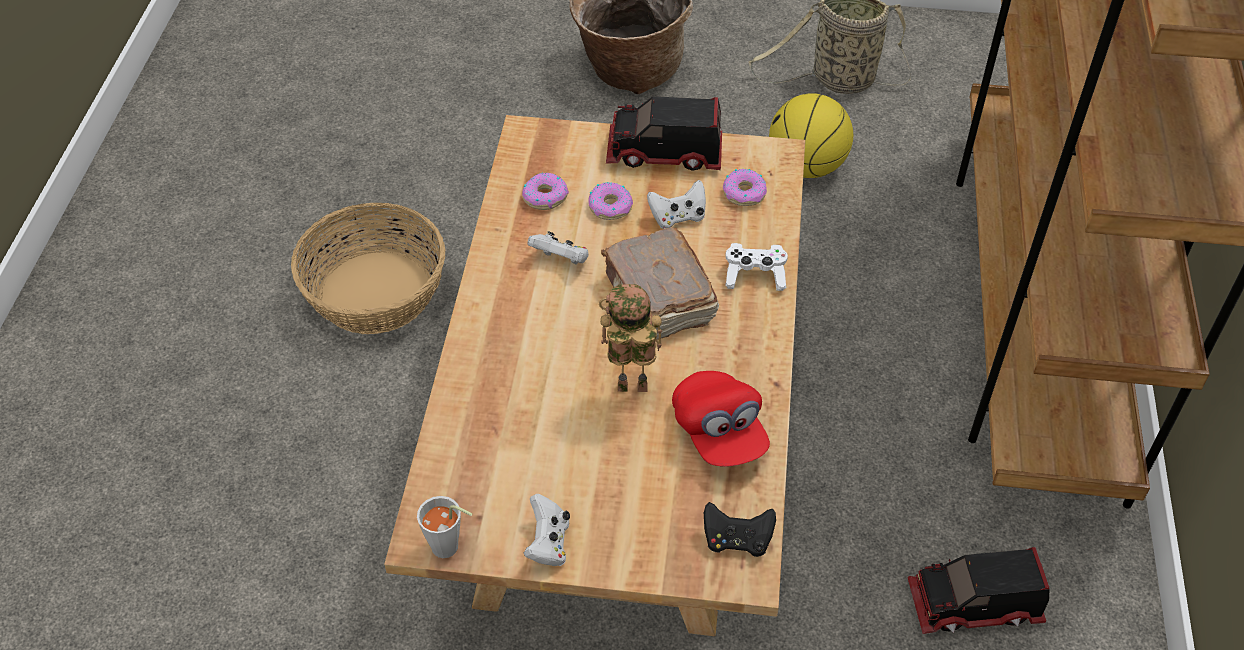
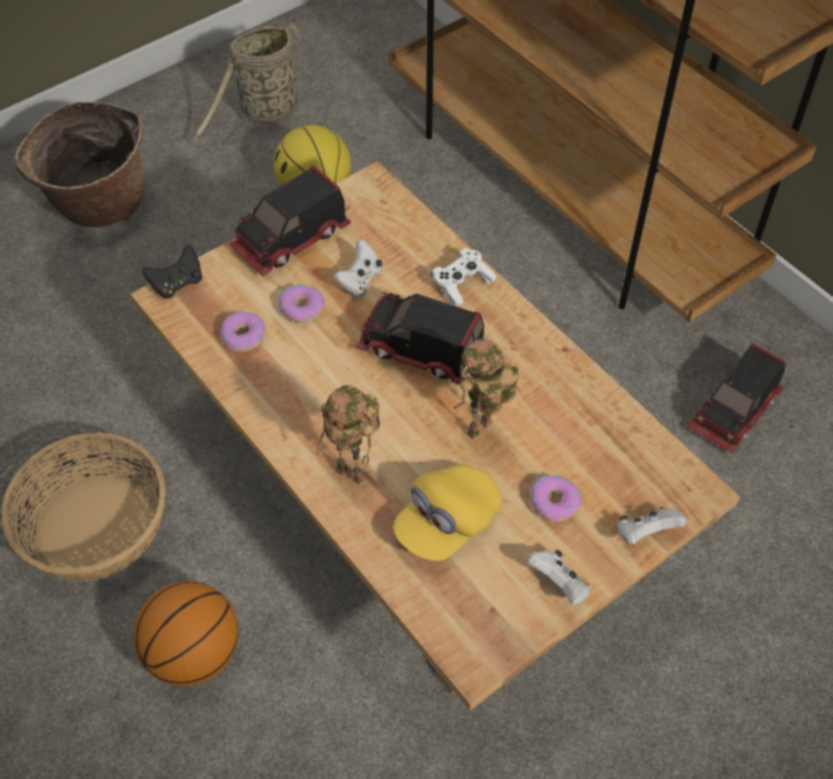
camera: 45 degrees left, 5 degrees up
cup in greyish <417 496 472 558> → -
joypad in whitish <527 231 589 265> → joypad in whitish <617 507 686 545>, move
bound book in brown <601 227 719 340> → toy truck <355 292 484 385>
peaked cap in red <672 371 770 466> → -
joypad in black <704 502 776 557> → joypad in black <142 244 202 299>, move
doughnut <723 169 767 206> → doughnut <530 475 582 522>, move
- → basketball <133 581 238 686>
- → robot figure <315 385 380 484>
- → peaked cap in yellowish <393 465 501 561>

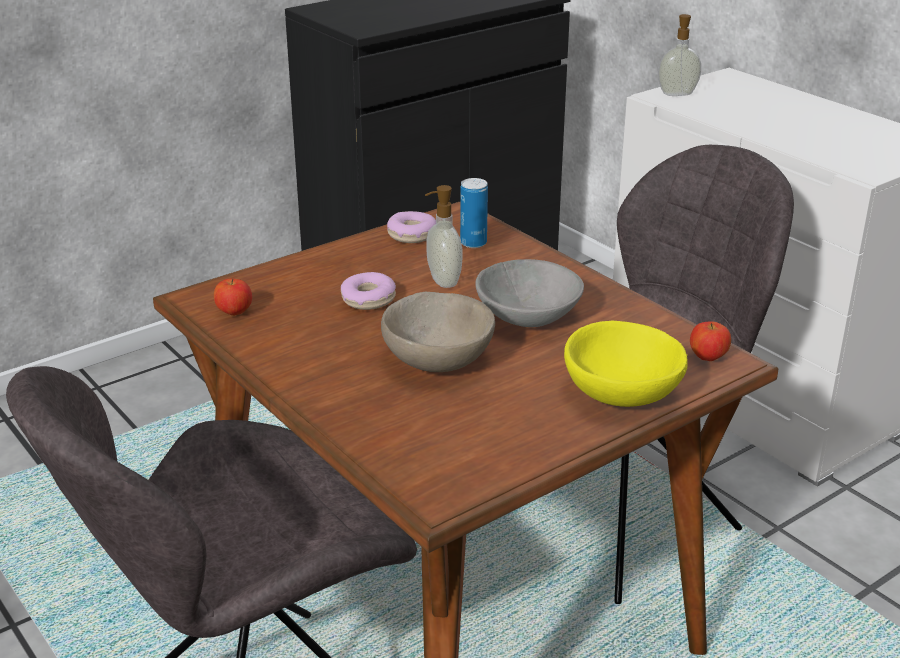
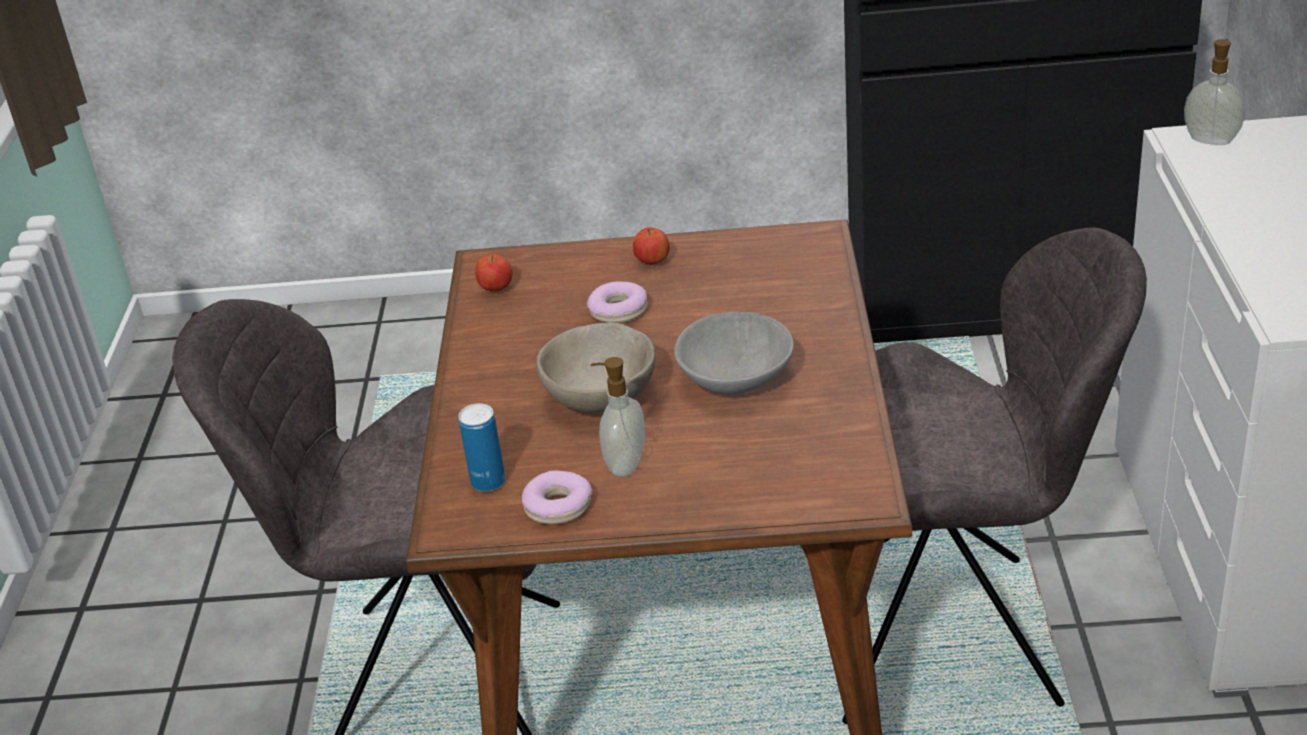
camera: 40 degrees right, 5 degrees up
doughnut <387 211 436 243> → doughnut <522 470 593 525>, move
soap dispenser <425 185 462 288> → soap dispenser <591 357 645 477>, move
can <460 178 488 248> → can <458 403 506 492>, move
deep dish in yellowish <564 321 688 407> → -
apple fruit <690 321 731 361> → apple fruit <633 227 670 265>, move

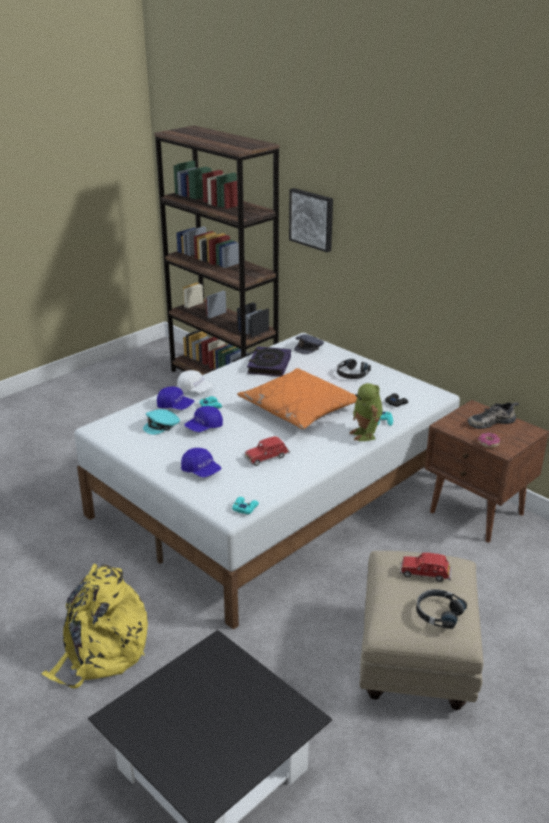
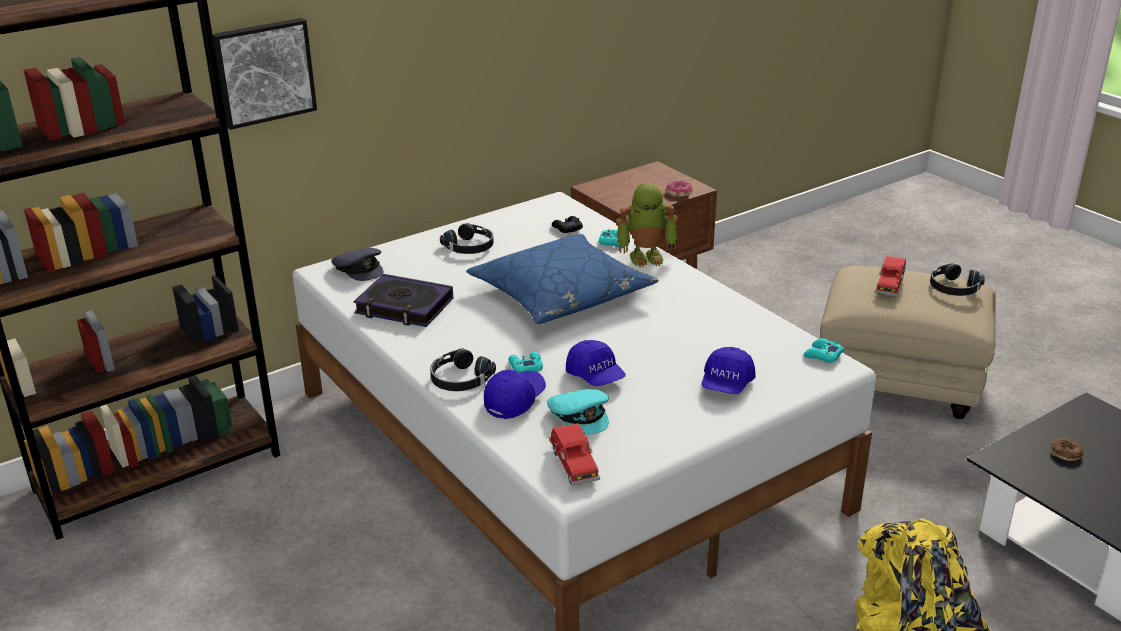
camera: 80 degrees left, 0 degrees up
peaked cap in whitish <177 370 213 393> → headphones in black <430 348 496 391>
peaked cap in bluish <181 448 222 478> → peaked cap in bluish <702 347 756 394>, 150 degrees clockwise
throw pillow in orange <237 368 357 429> → throw pillow in bluish <466 234 658 324>
toy car in red <244 436 290 466> → toy car in red <549 423 600 486>, move
low shoe <468 402 519 429> → -
- → doughnut <1051 438 1083 461>

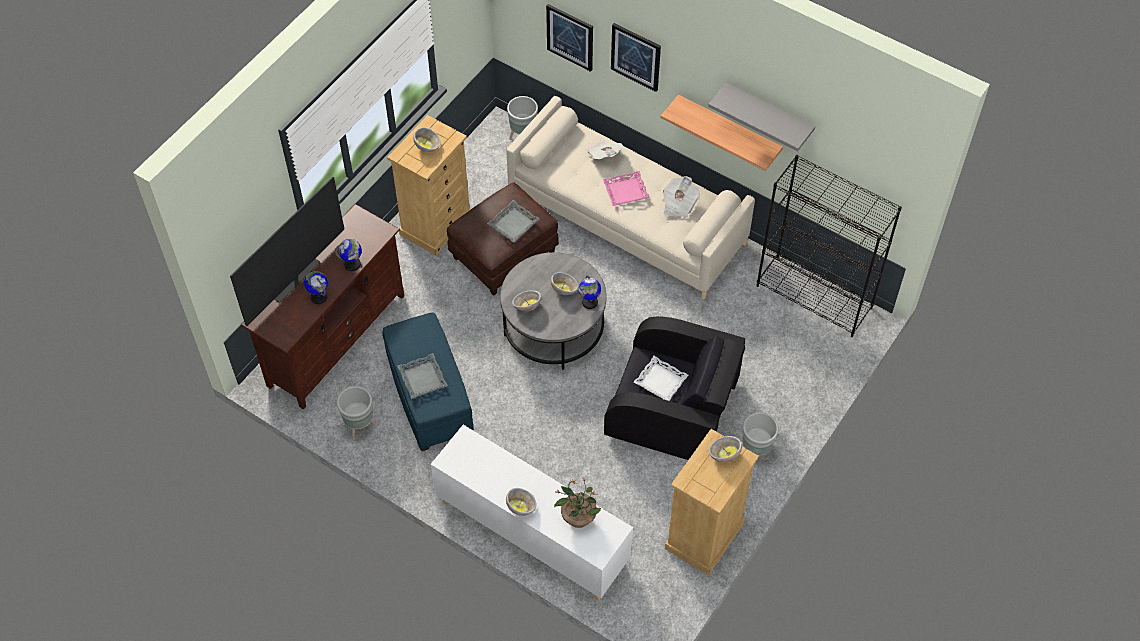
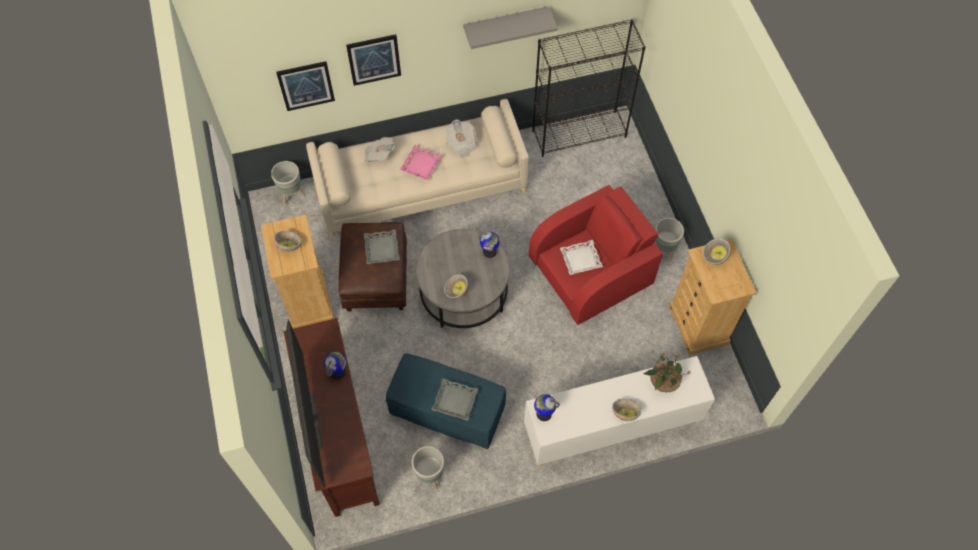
camera: 50 degrees left, 5 degrees up
globe <304 271 328 304> → globe <534 394 560 421>, move
deep dish <551 272 578 295> → -
armchair in black <604 316 745 460> → armchair in red <529 185 663 325>
shelf <660 94 783 171> → -

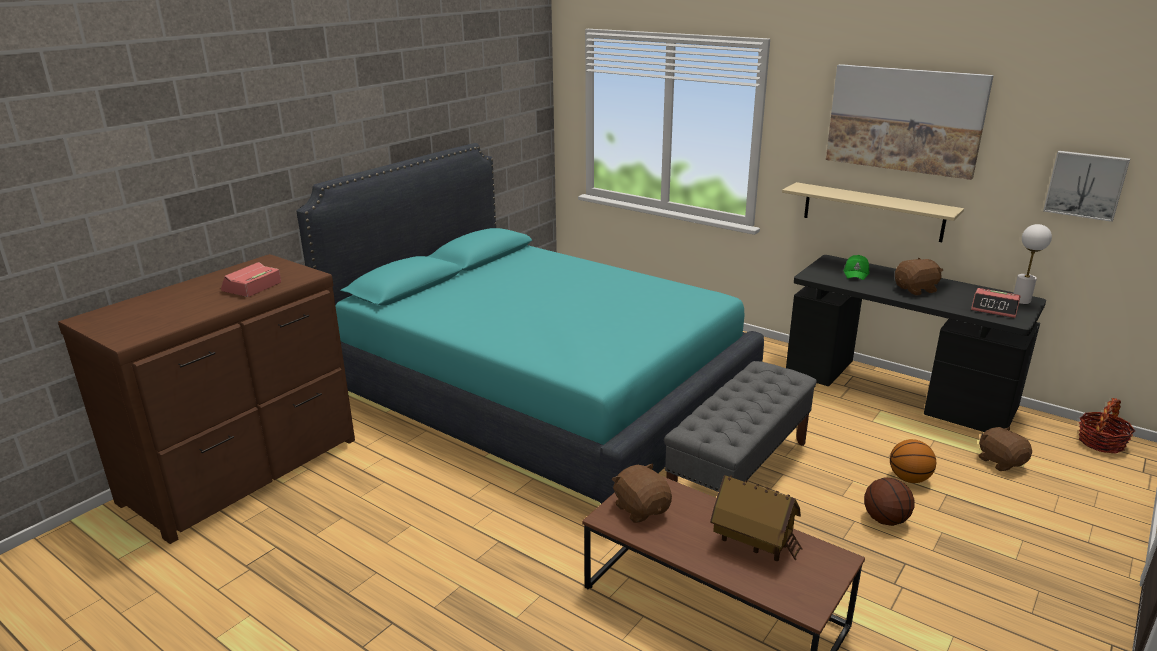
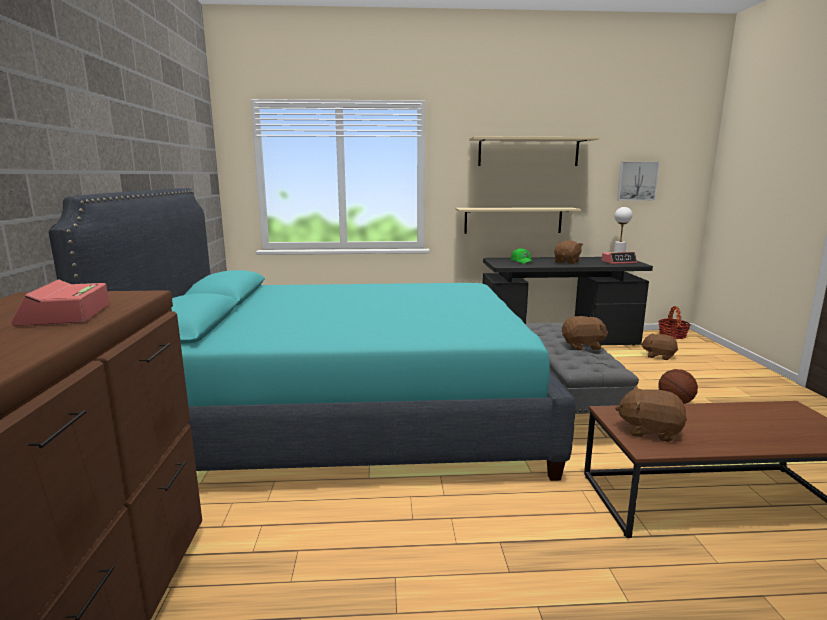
camera: 40 degrees left, 10 degrees down
miniature house <710 475 802 561> → -
wall art <826 64 994 180> → shelf in sand-coloured <469 137 599 166>
basketball <890 439 936 483> → -
- → plush toy in brown <562 316 608 350>

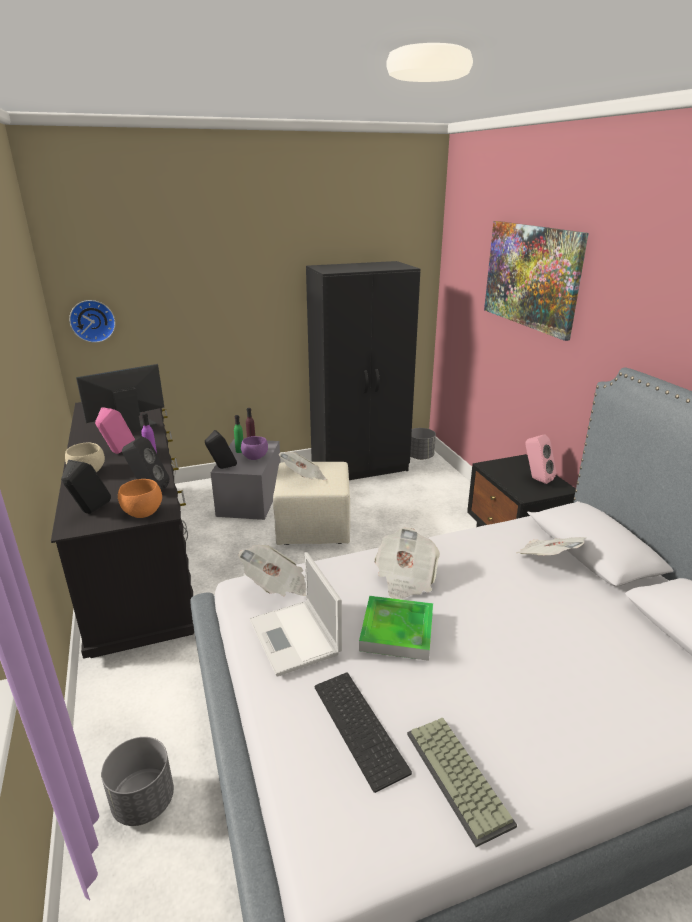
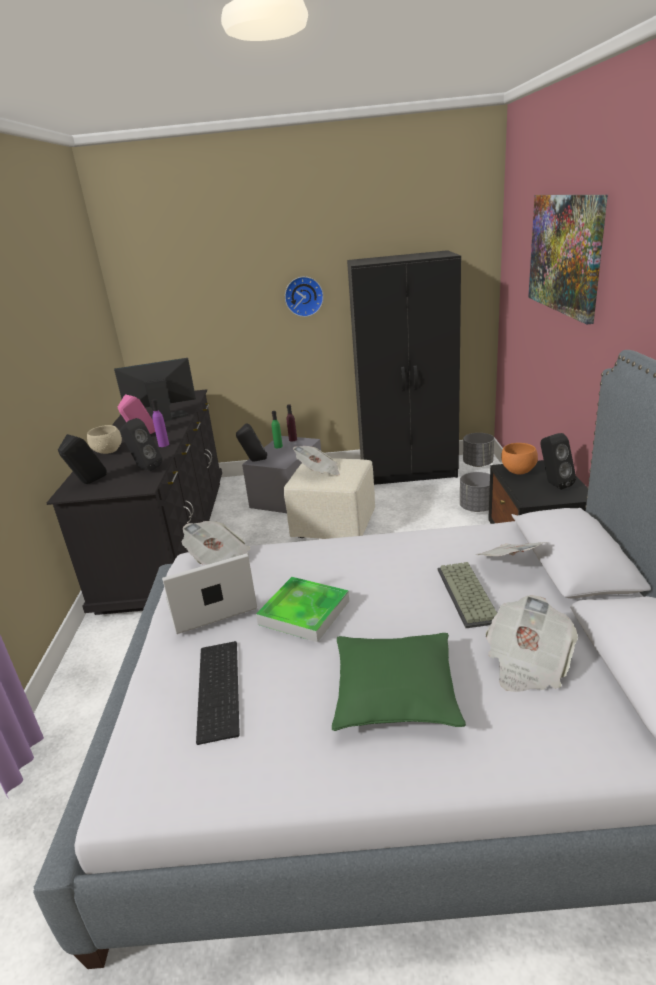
camera: 20 degrees right, 0 degrees up
hanging clock <69 300 115 343> → hanging clock <285 276 324 317>, move
plant pot in greyish <101 737 174 826> → plant pot in greyish <460 472 490 512>, move
deep dish in orange <118 479 162 518> → deep dish in orange <501 443 538 474>, move
deep dish in purple-coloured <241 436 268 460> → -
portable computer <249 552 342 677> → portable computer <162 553 257 634>, 75 degrees clockwise
newspaper <374 528 440 599> → newspaper <486 595 578 692>, move
computer keyboard <407 718 517 847> → computer keyboard <438 562 497 628>, move
audio speaker in pinkish <526 434 557 484> → audio speaker in black <540 433 576 490>
- → throw pillow in green <332 633 466 731>

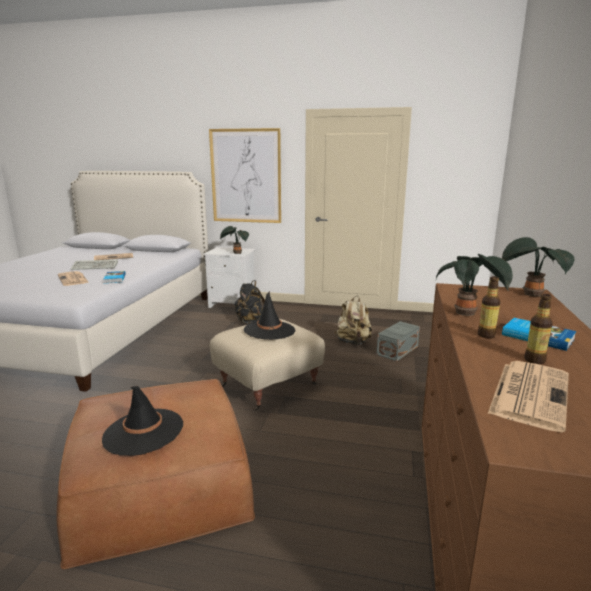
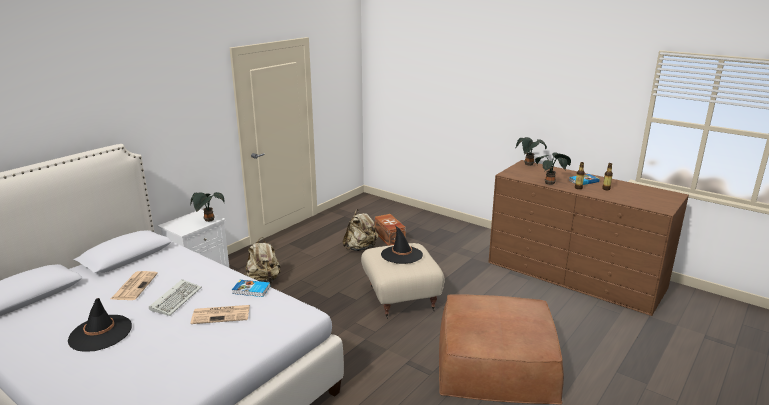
camera: 65 degrees left, 5 degrees up
clothing hat in black <102 386 183 456> → clothing hat in black <68 298 132 351>, move
wall art <209 128 281 223> → -
backpack in black <234 280 265 323> → backpack in sand-coloured <244 237 281 284>
storage container in greyish <376 321 420 361> → storage container in brown <374 214 406 246>
newspaper <488 361 569 432> → -

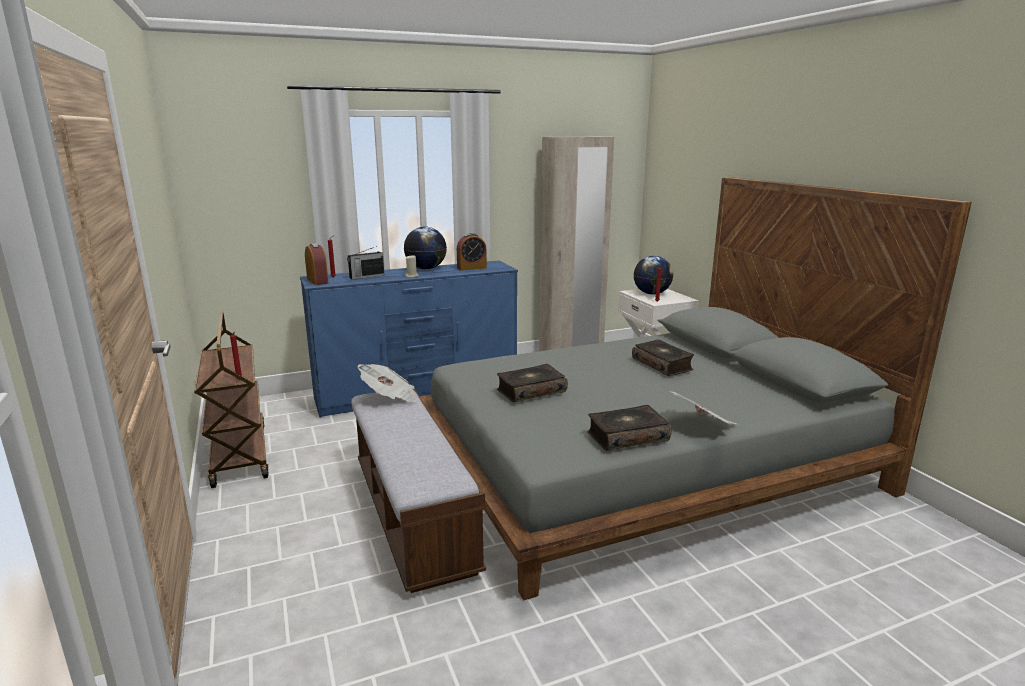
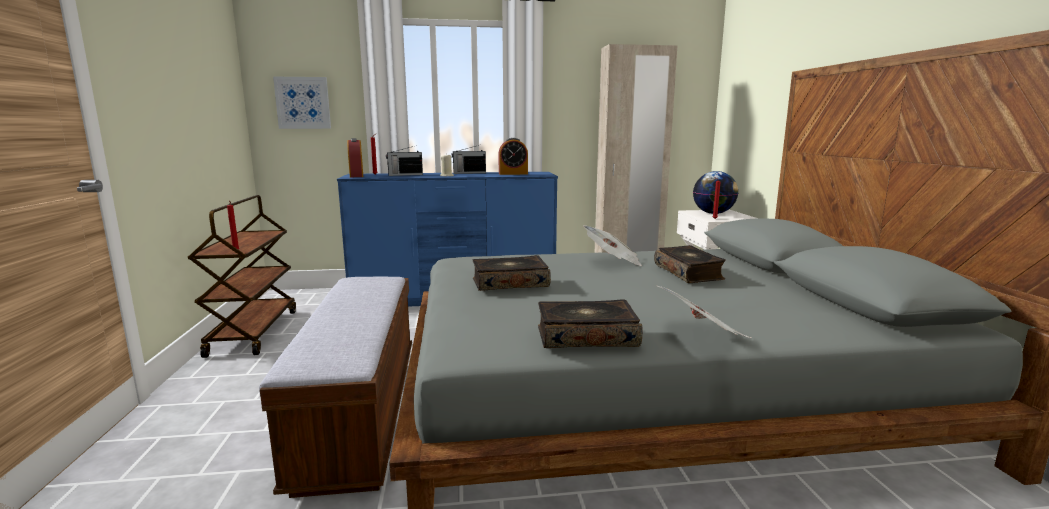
camera: 15 degrees right, 5 degrees down
newspaper <357 364 416 402> → newspaper <583 225 642 266>, move
globe <404 227 447 269> → radio set <452 145 486 174>
- → wall art <273 77 331 129>

